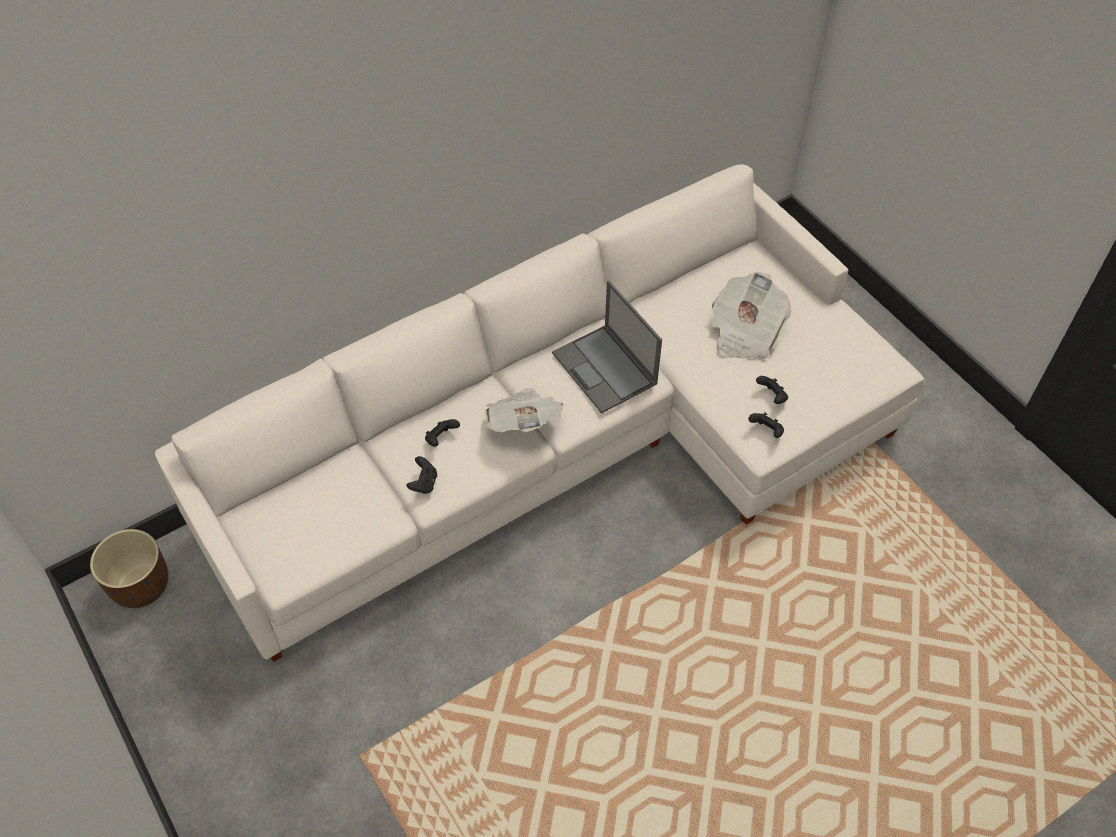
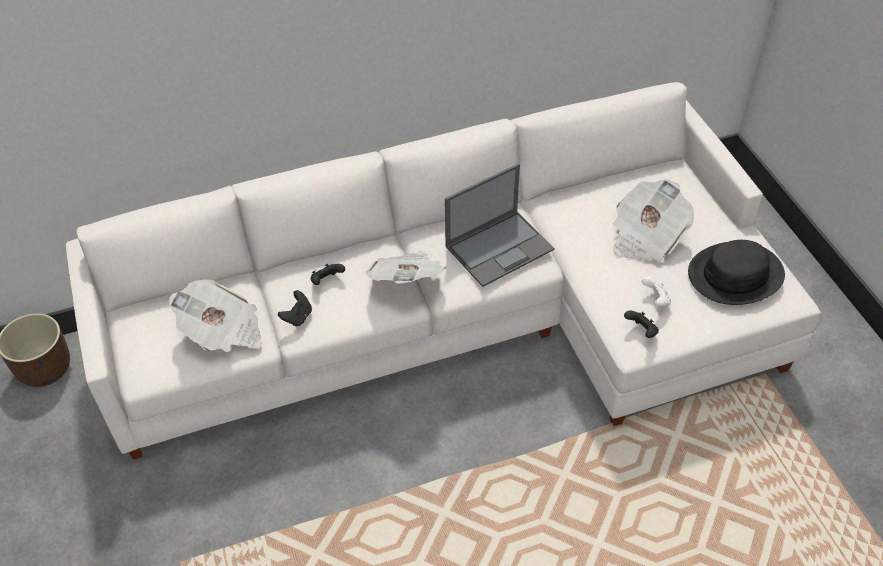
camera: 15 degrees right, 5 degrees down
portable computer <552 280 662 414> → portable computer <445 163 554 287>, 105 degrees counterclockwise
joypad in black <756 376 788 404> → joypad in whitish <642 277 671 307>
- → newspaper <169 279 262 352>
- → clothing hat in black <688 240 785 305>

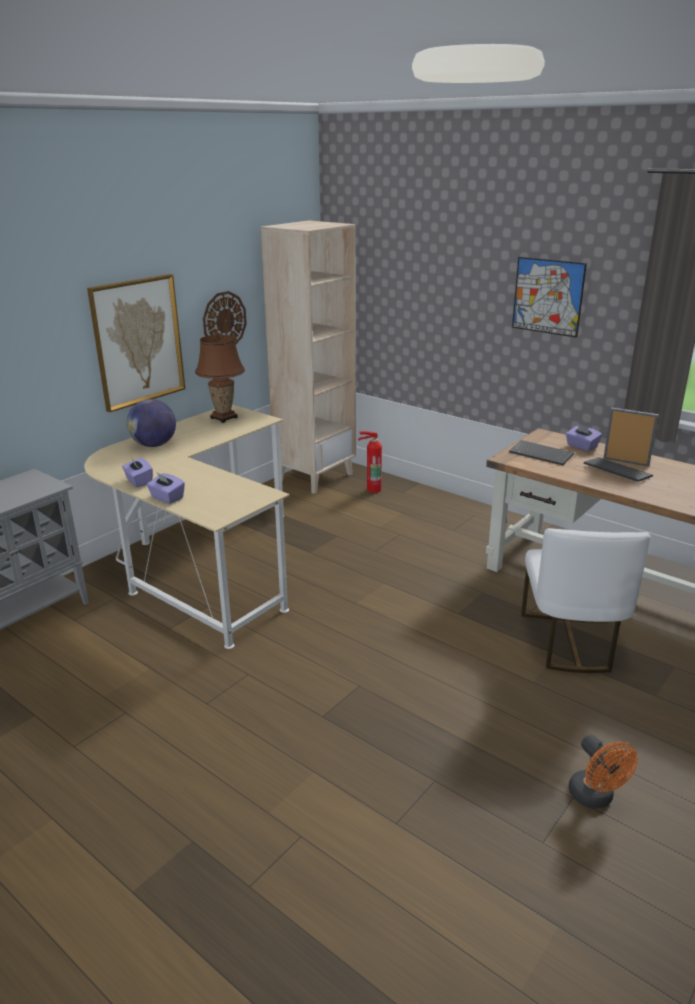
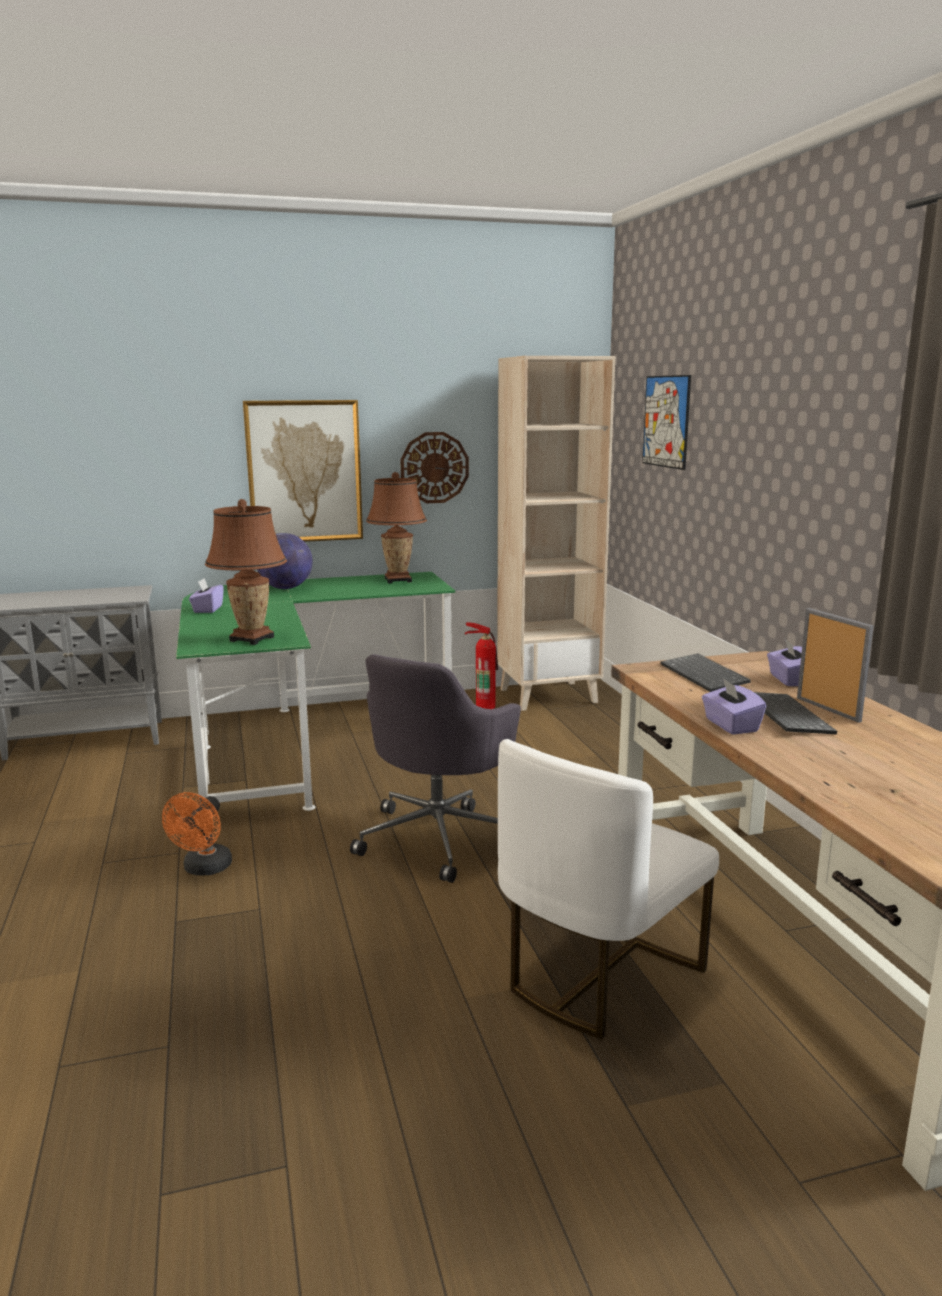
camera: 35 degrees right, 10 degrees down
desk table in sand-coloured <84 405 289 649> → desk table in green <176 572 456 811>
tissue holder in purple-coloured <146 473 185 504> → tissue holder in purple-coloured <702 678 766 735>, move
fire extinguisher <358 431 382 493> → fire extinguisher <465 622 498 709>, move
wall art <512 257 587 338> → wall art <642 375 691 470>, move
electric fan in orange <569 735 638 809> → electric fan in orange <162 792 232 875>, move
- → table lamp in brown <205 499 287 645>
- → desk chair in greyish <350 654 521 883>

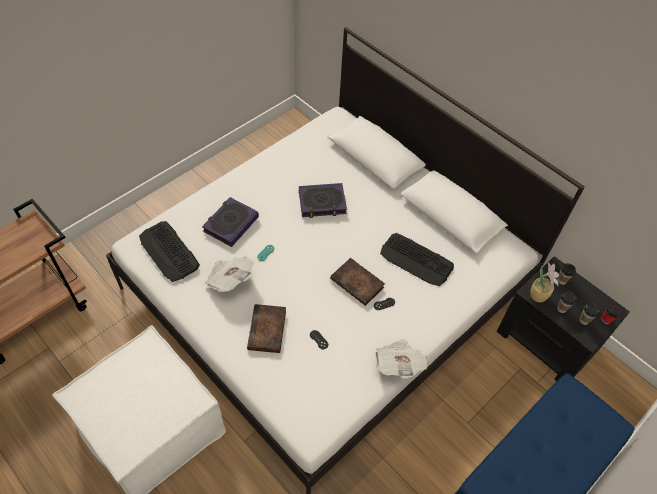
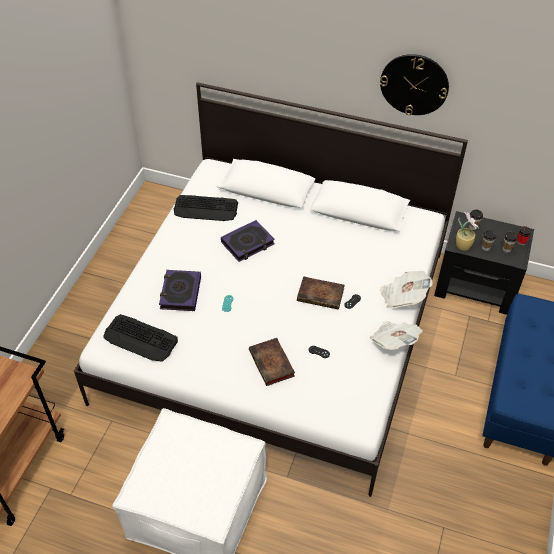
camera: 25 degrees left, 5 degrees down
newspaper <204 257 255 292> → newspaper <380 271 433 308>, move
computer keyboard <380 233 454 286> → computer keyboard <174 195 238 221>, move
- → hanging clock <380 54 449 115>

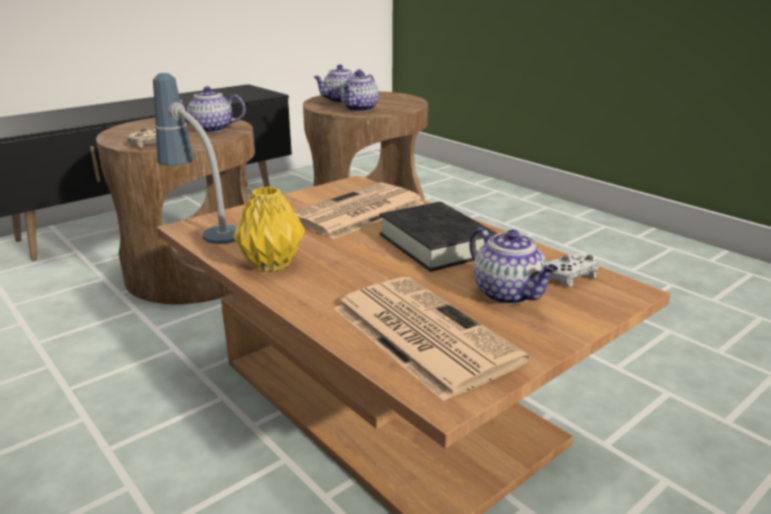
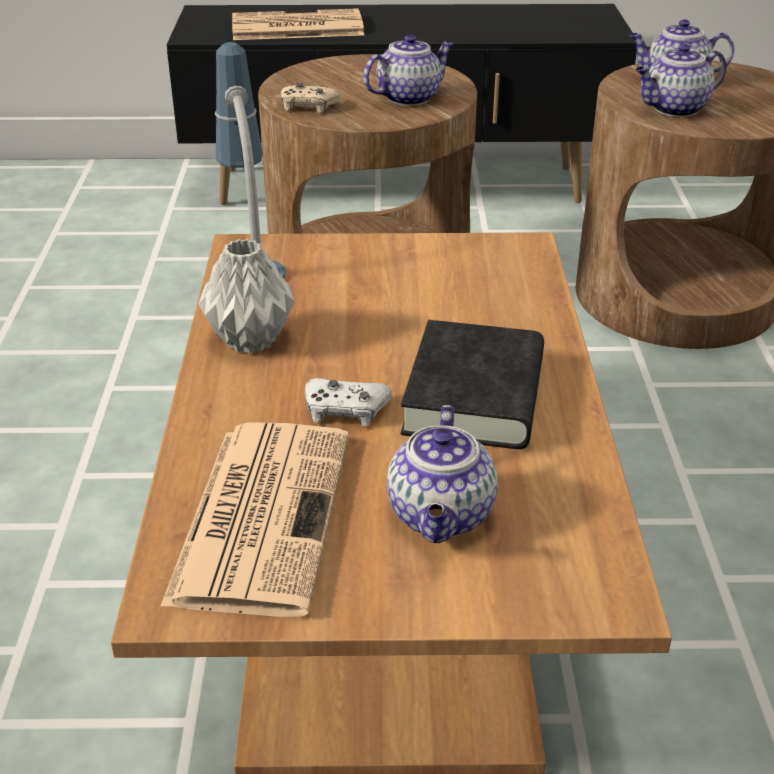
camera: 40 degrees right, 10 degrees up
tea pot <179 86 246 133> → tea pot <363 35 453 106>, 105 degrees clockwise
flower vase in yellowish <234 186 305 272> → flower vase in greyish <198 239 295 354>
newspaper <293 183 425 239> → newspaper <232 8 364 40>, move
joypad in whitish <546 252 599 287> → joypad in whitish <305 378 391 427>, move

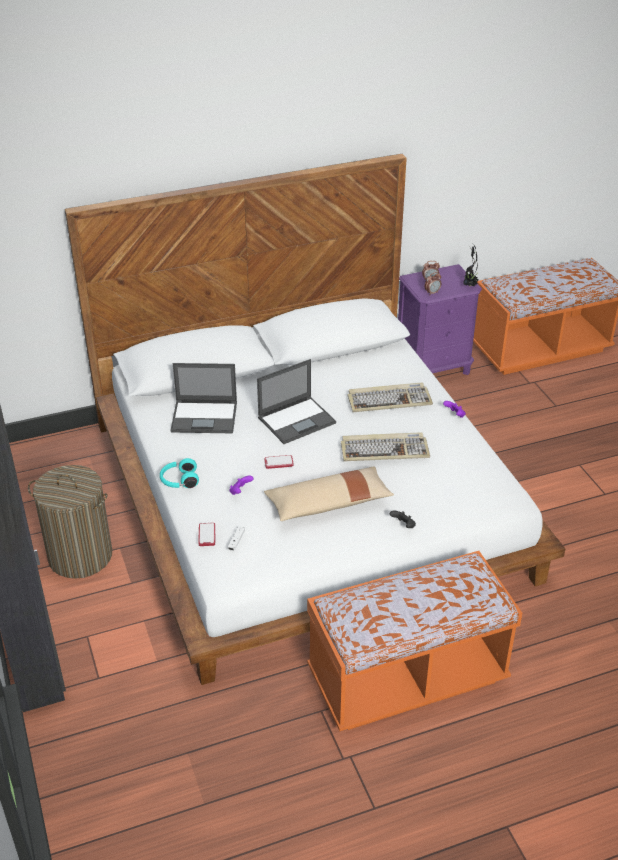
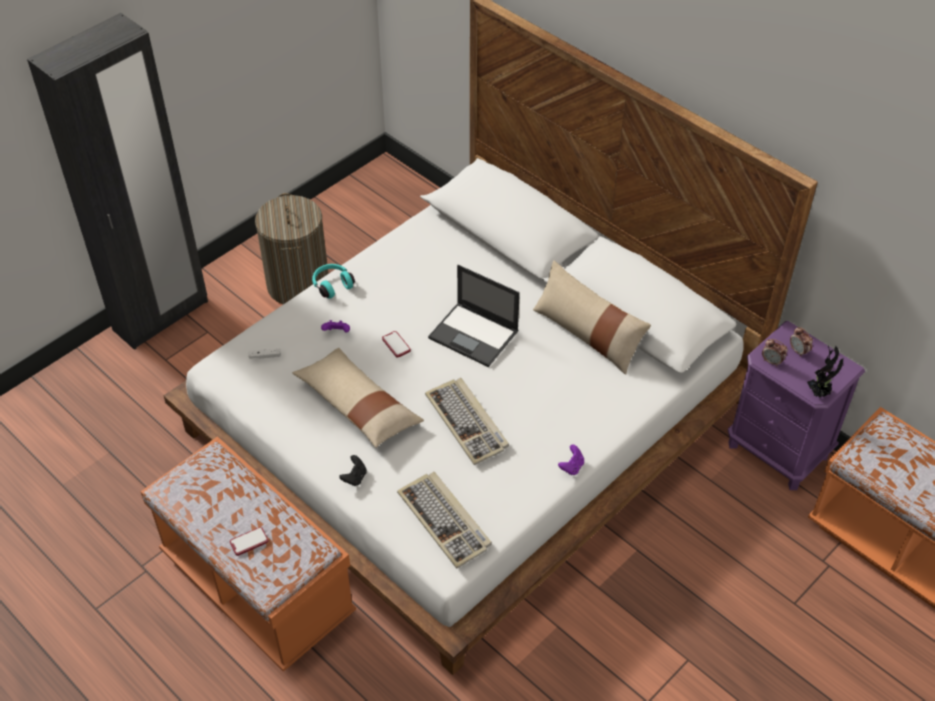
camera: 65 degrees right, 10 degrees up
portable computer <171 363 237 433> → -
telephone <198 523 216 546> → telephone <230 527 268 556>, move
computer keyboard <348 382 433 412> → computer keyboard <397 472 492 568>, move
- → throw pillow in sand-coloured <533 261 651 375>

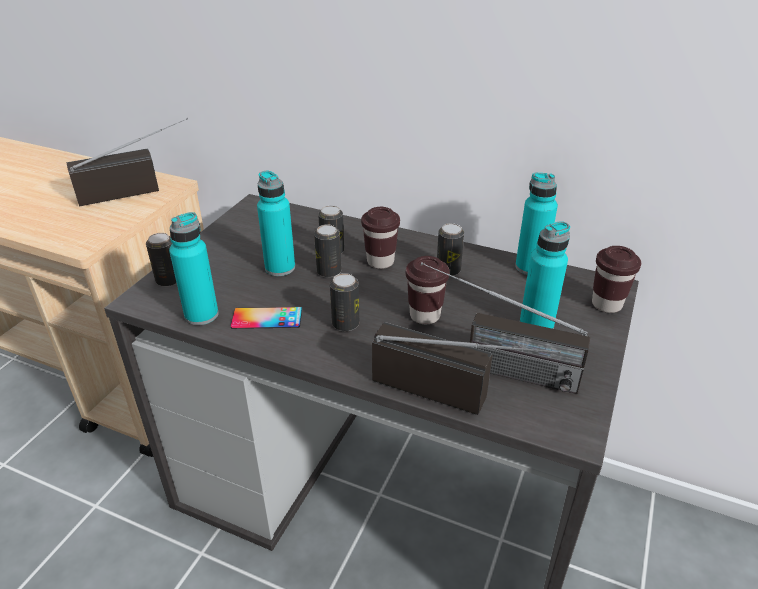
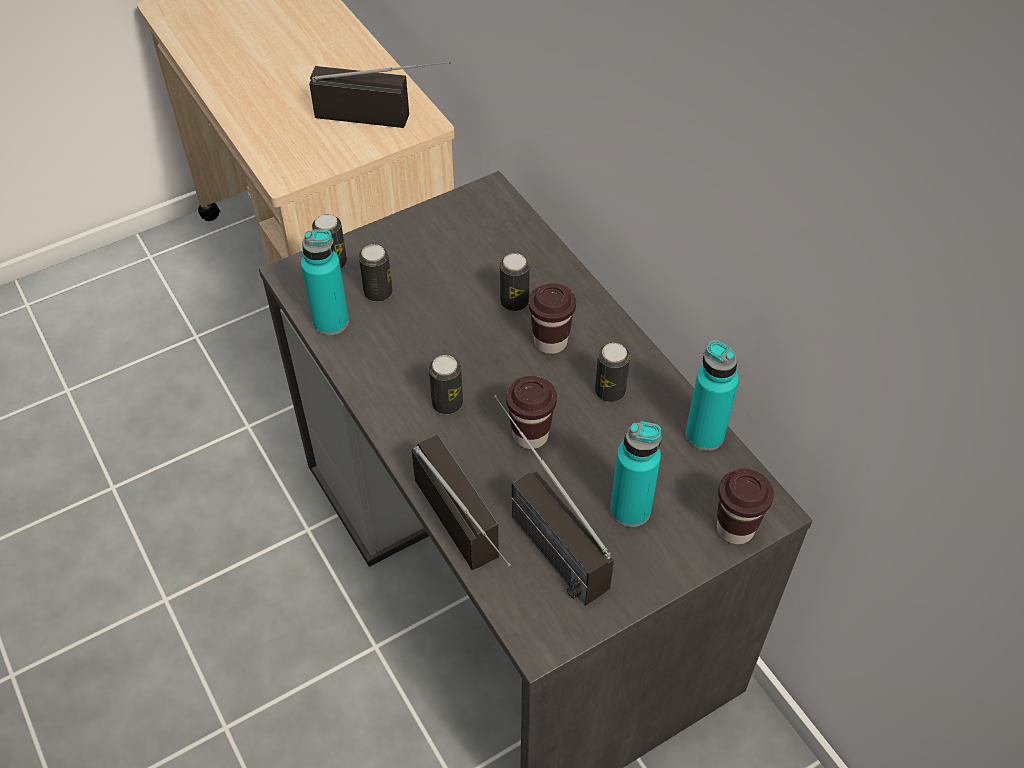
camera: 35 degrees right, 15 degrees up
telephone <231 307 302 329> → -
bottle in turquoise-coloured <257 171 295 276> → -
can <314 224 341 278> → can <359 244 393 302>, move

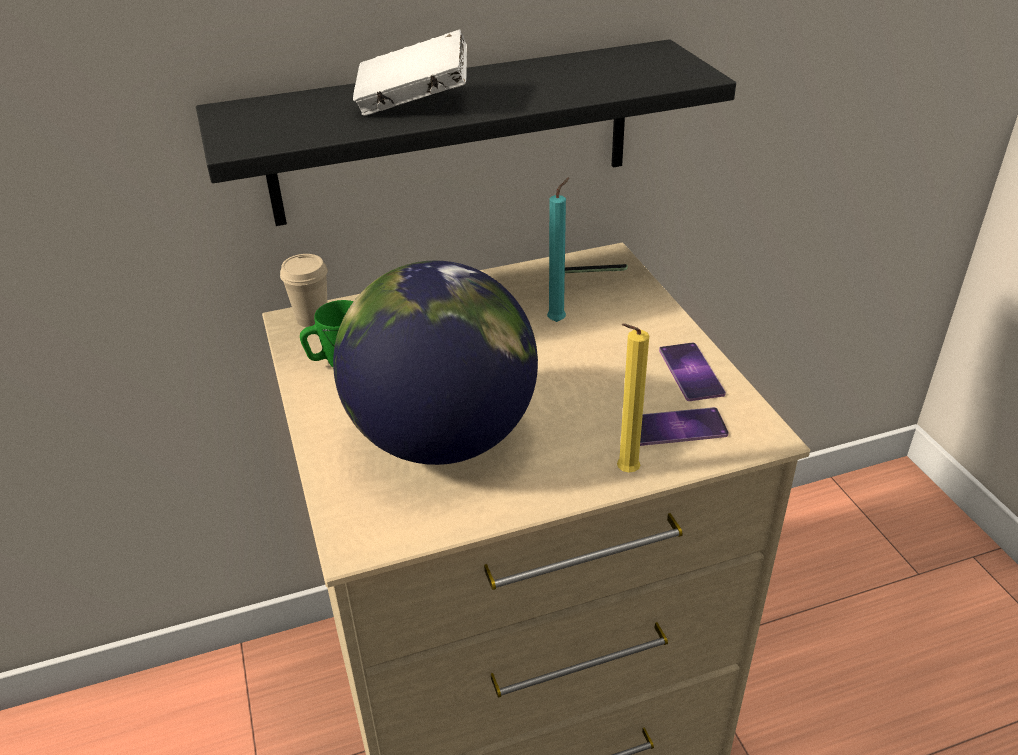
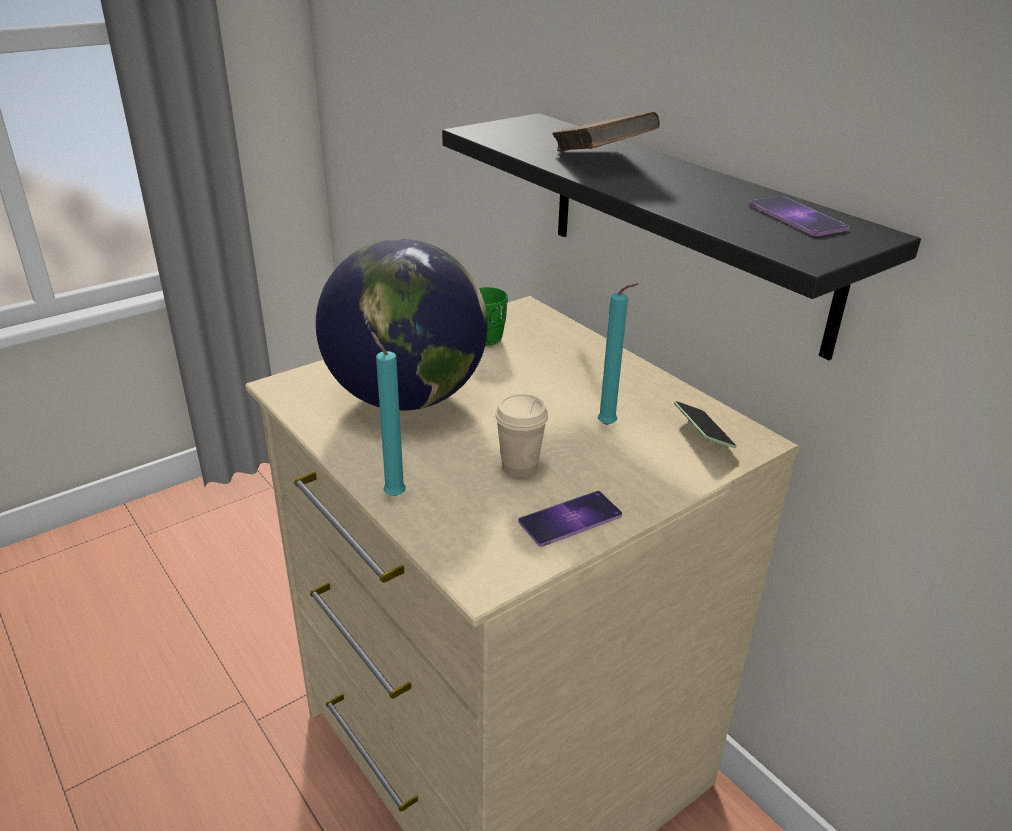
camera: 70 degrees right, 5 degrees down
cup in sand-coloured <280 254 328 327> → cup in sand-coloured <495 394 548 477>, move
bound book in whitish <353 29 467 116> → bound book in brown <552 112 660 151>
wax candle in yellowish <617 323 649 472> → wax candle in turquoise-coloured <371 331 406 496>
telephone <640 407 729 446> → telephone <749 196 850 236>, move

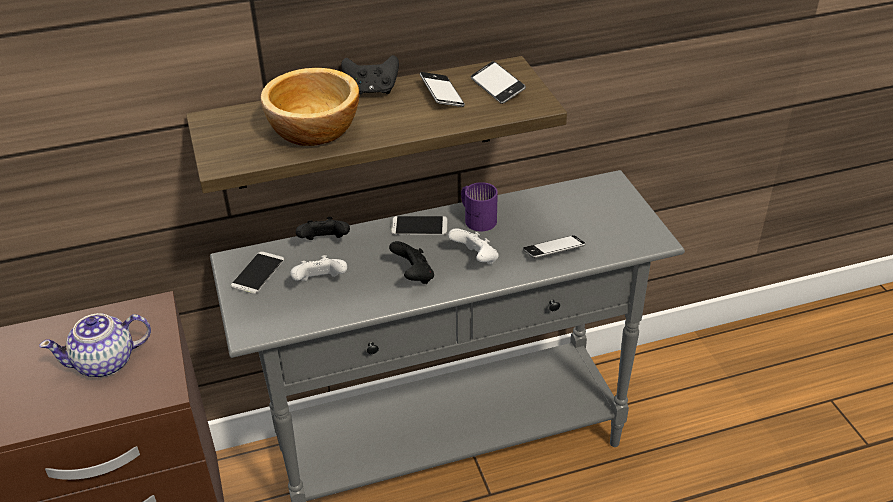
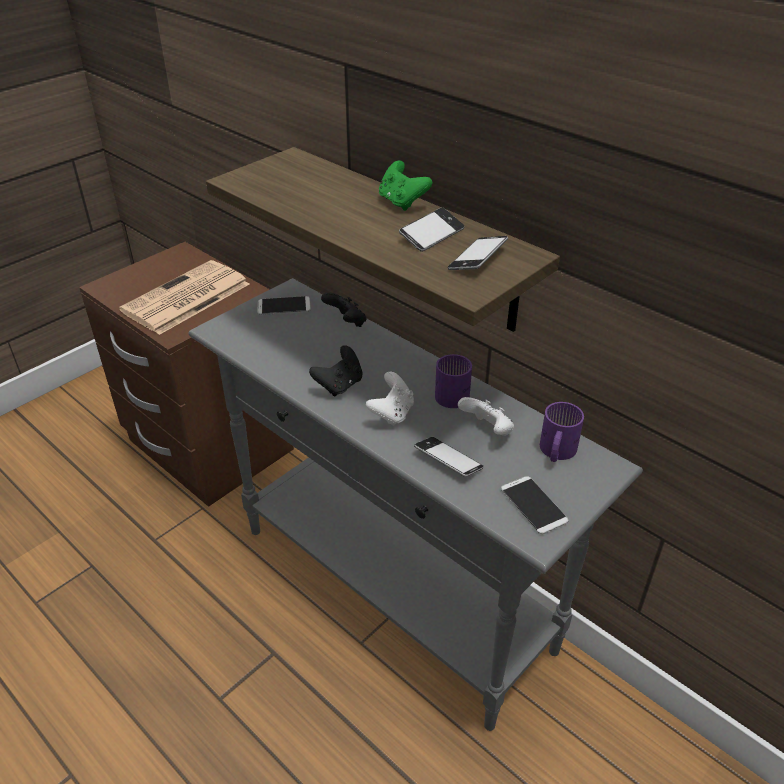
camera: 60 degrees right, 0 degrees up
tea pot <39 313 151 377> → newspaper <119 260 249 335>
deep dish <261 68 359 146> → -
joypad in whitish <291 255 347 281> → joypad in whitish <458 397 514 436>, move
joypad in black <341 55 399 94> → joypad in green <379 160 432 211>
telephone <391 216 448 235> → telephone <501 476 568 534>, move
- → mug in purple-coloured <540 402 584 462>

